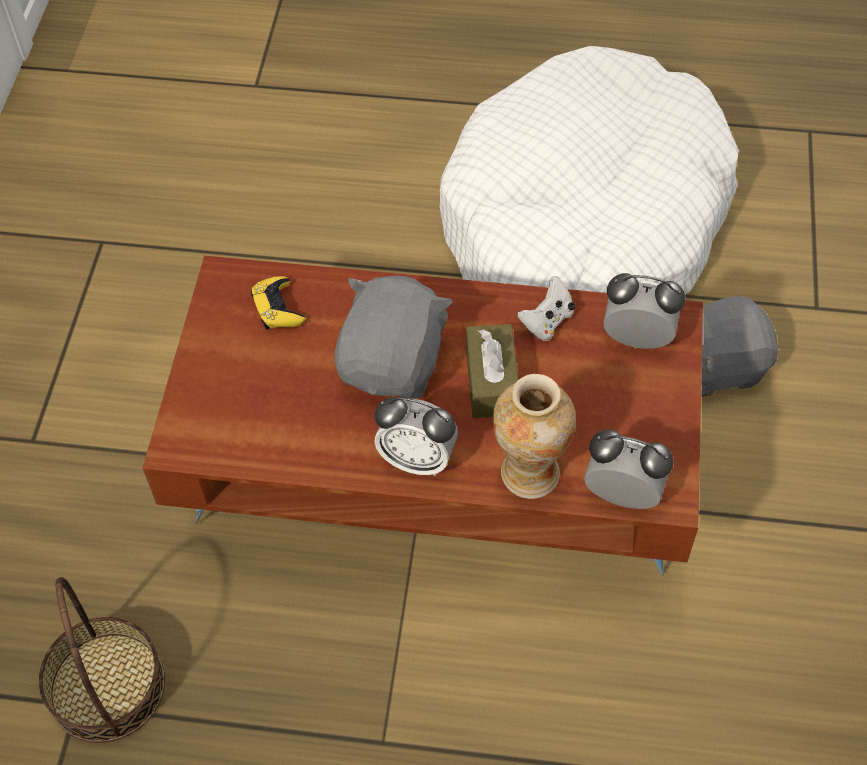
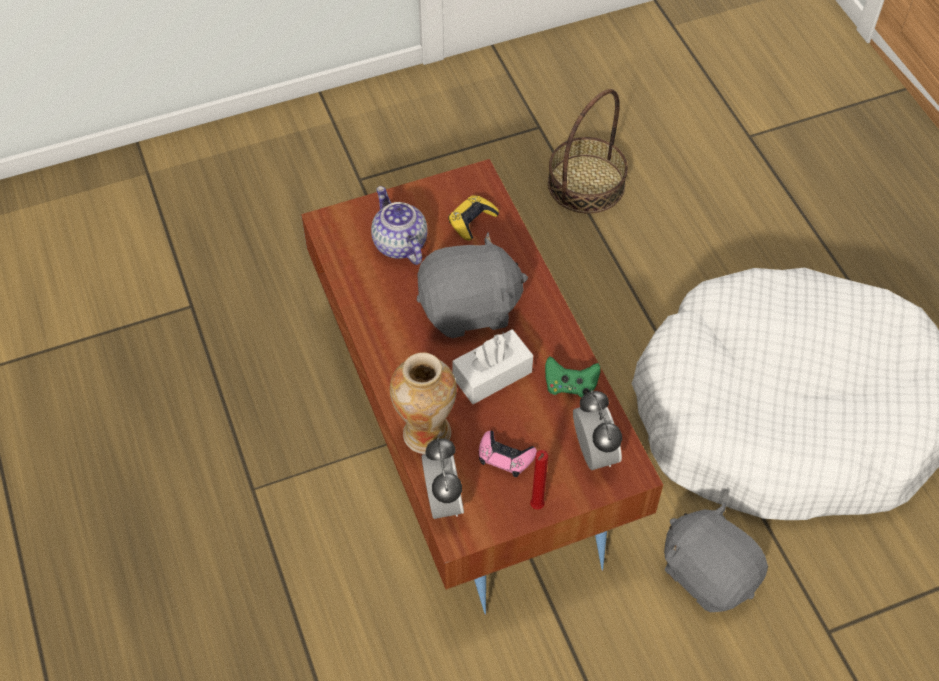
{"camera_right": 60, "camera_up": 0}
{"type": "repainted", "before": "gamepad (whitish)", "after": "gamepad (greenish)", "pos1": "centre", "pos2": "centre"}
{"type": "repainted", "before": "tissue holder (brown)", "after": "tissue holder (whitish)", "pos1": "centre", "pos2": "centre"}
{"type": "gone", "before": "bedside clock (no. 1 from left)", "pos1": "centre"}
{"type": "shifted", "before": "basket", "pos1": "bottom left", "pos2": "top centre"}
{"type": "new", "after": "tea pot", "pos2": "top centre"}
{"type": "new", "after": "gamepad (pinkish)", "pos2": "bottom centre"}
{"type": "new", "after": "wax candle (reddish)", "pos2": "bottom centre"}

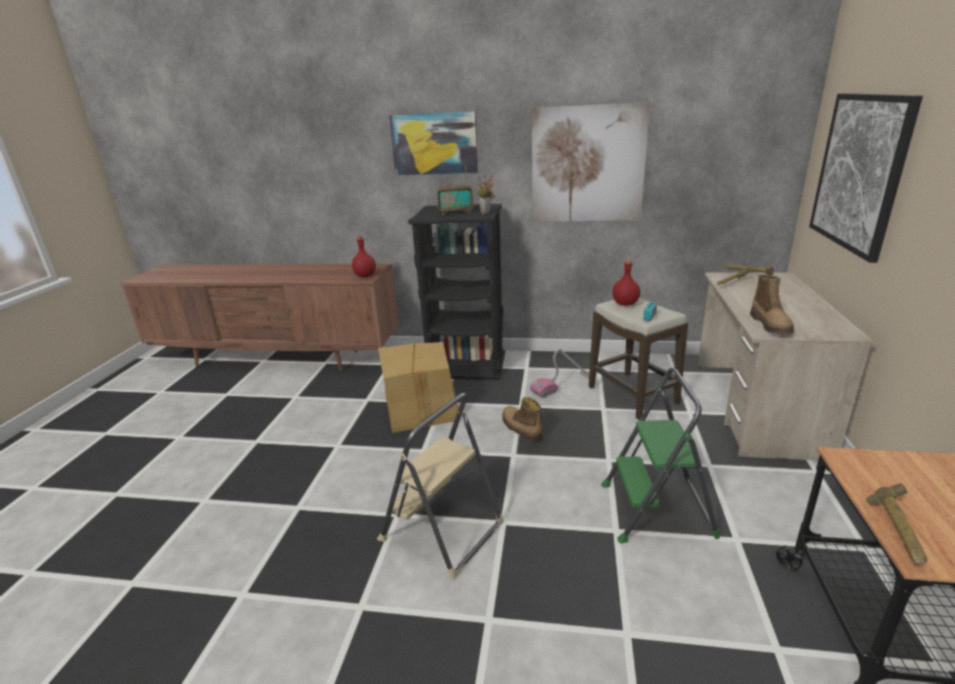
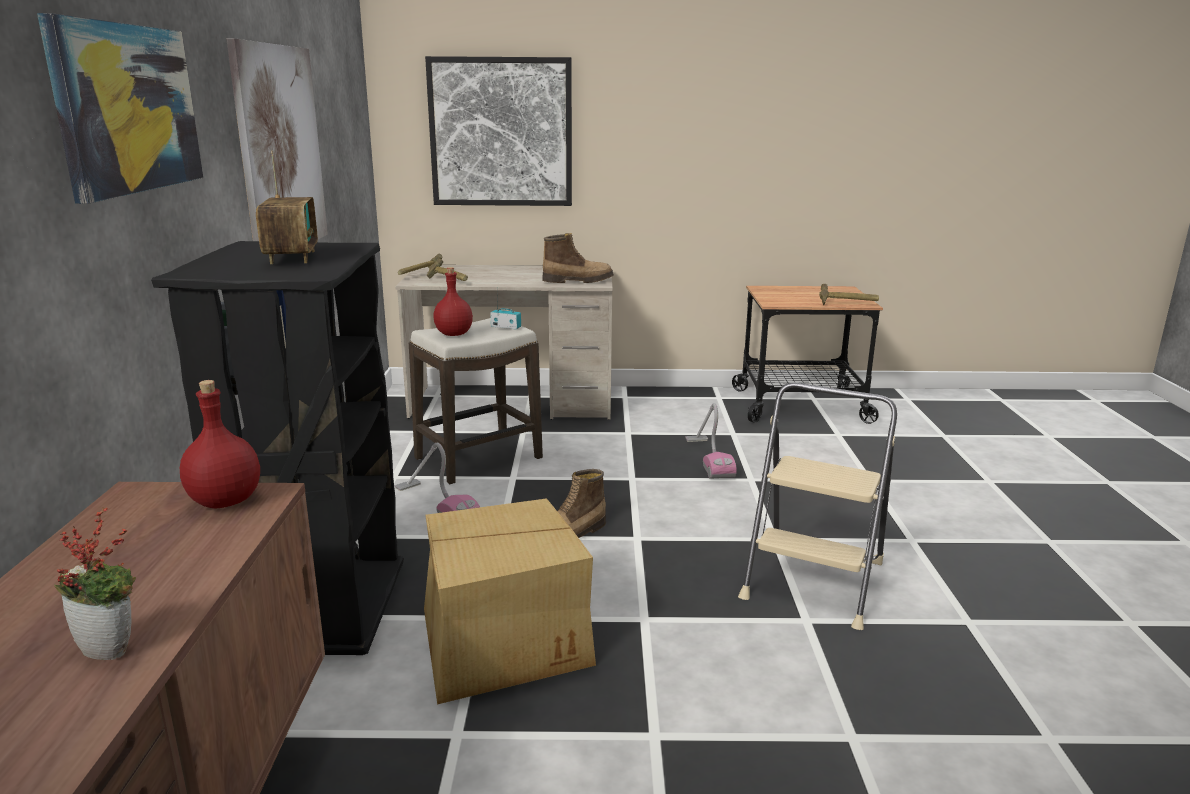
{"camera_right": -100, "camera_up": -5}
{"type": "shifted", "before": "plant in a pot", "pos1": "top centre", "pos2": "bottom left"}
{"type": "swapped", "before": "step stool (greenish)", "after": "vacuum cleaner (no. 2 from left)", "pos1": "middle right", "pos2": "centre"}

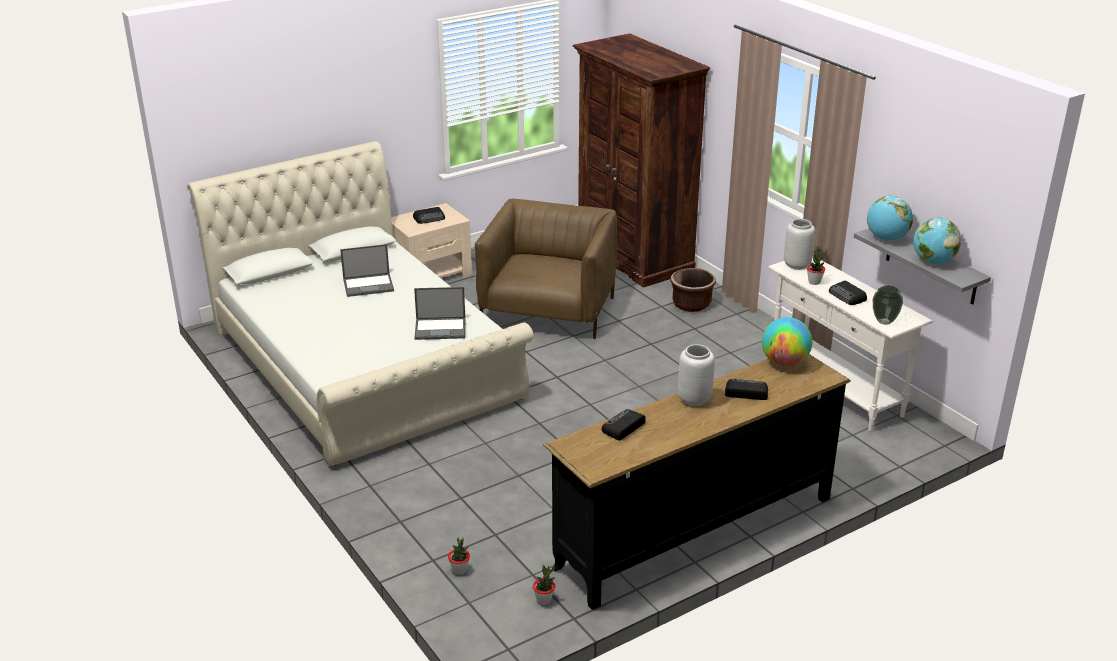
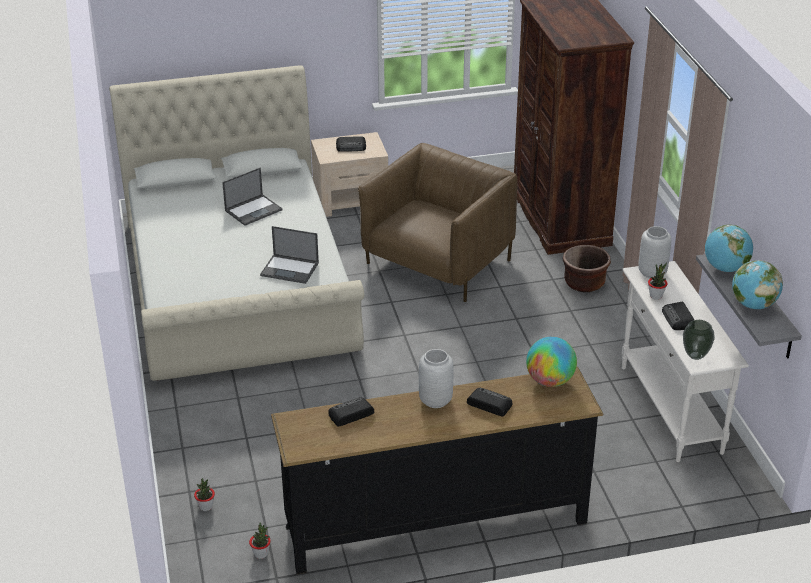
{"camera_right": 20, "camera_up": 5}
{"type": "rotated", "before": "portable computer (no. 1 from left)", "pos1": "middle left", "pos2": "middle left", "turn": -45}

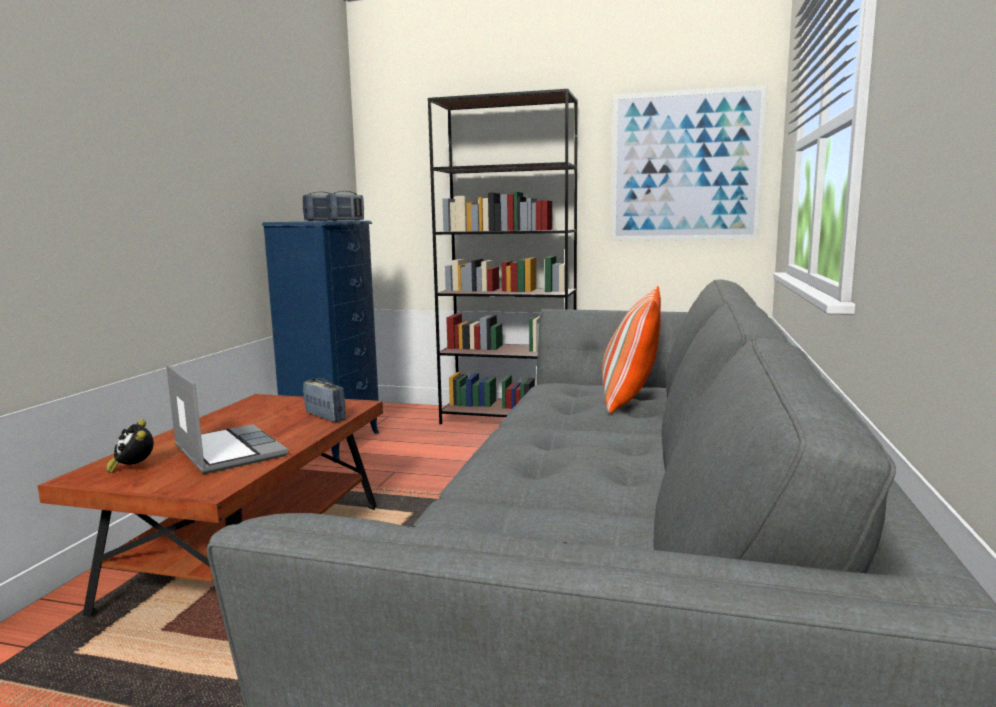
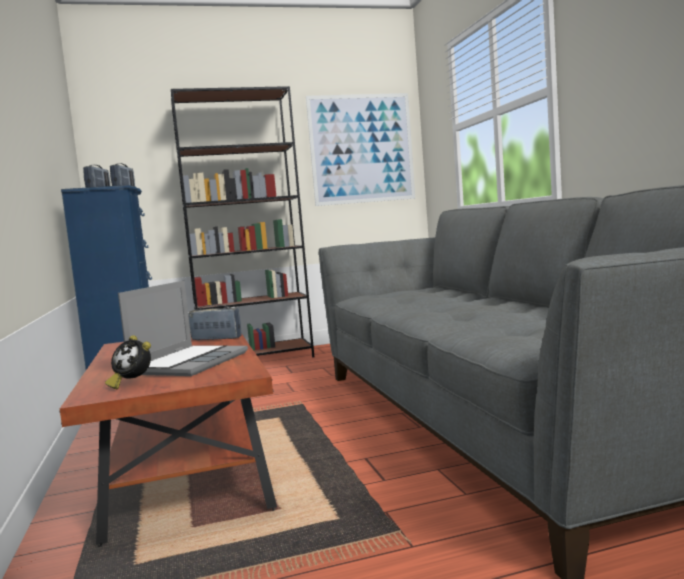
{"camera_right": -30, "camera_up": -5}
{"type": "gone", "before": "cushion", "pos1": "centre"}
{"type": "rotated", "before": "portable computer", "pos1": "middle left", "pos2": "middle left", "turn": 90}

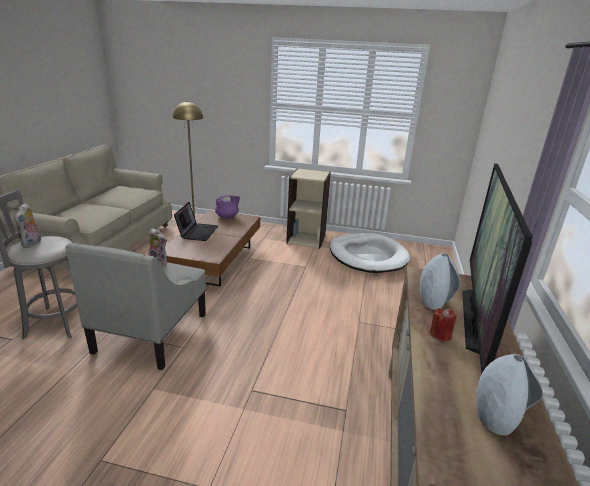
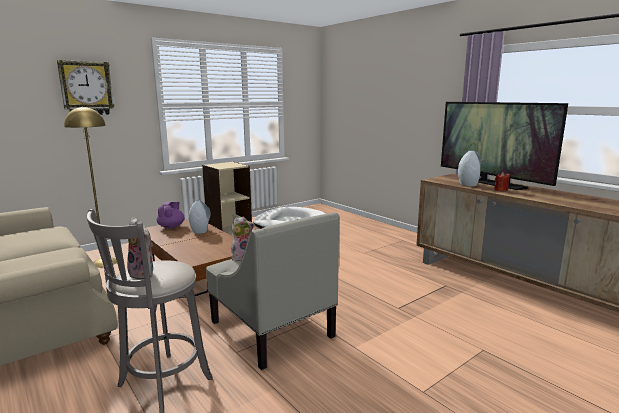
{"camera_right": -50, "camera_up": -10}
{"type": "gone", "before": "portable computer", "pos1": "middle left"}
{"type": "shifted", "before": "decorative vase (gray) (no. 2 from left in the first image)", "after": "decorative vase (gray) (no. 1 from left)", "pos1": "bottom right", "pos2": "middle left"}
{"type": "new", "after": "hanging clock", "pos2": "top left"}

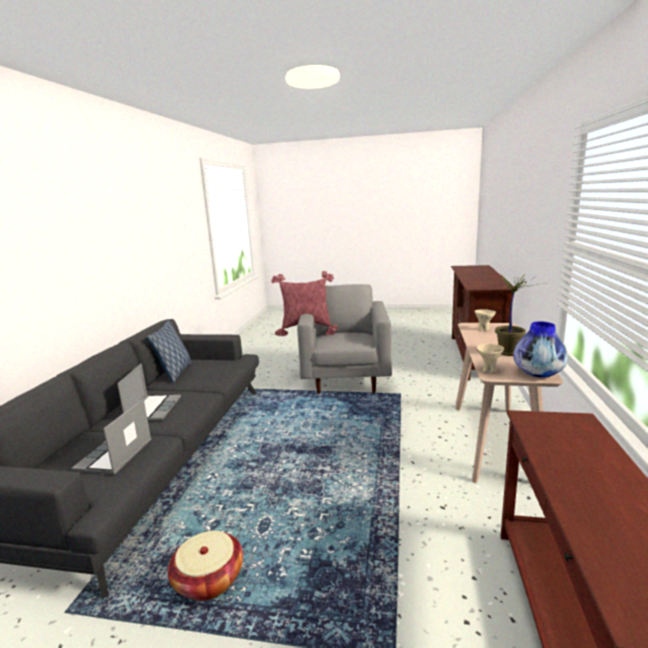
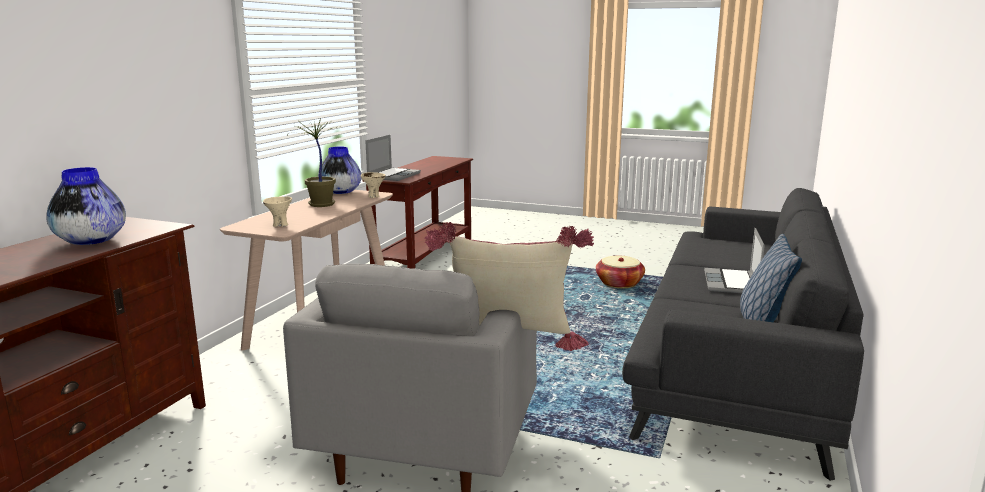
{"camera_right": -170, "camera_up": 0}
{"type": "shifted", "before": "portable computer (no. 1 from left)", "pos1": "bottom left", "pos2": "top centre"}
{"type": "new", "after": "decorative vase (no. 1 from left)", "pos2": "middle left"}

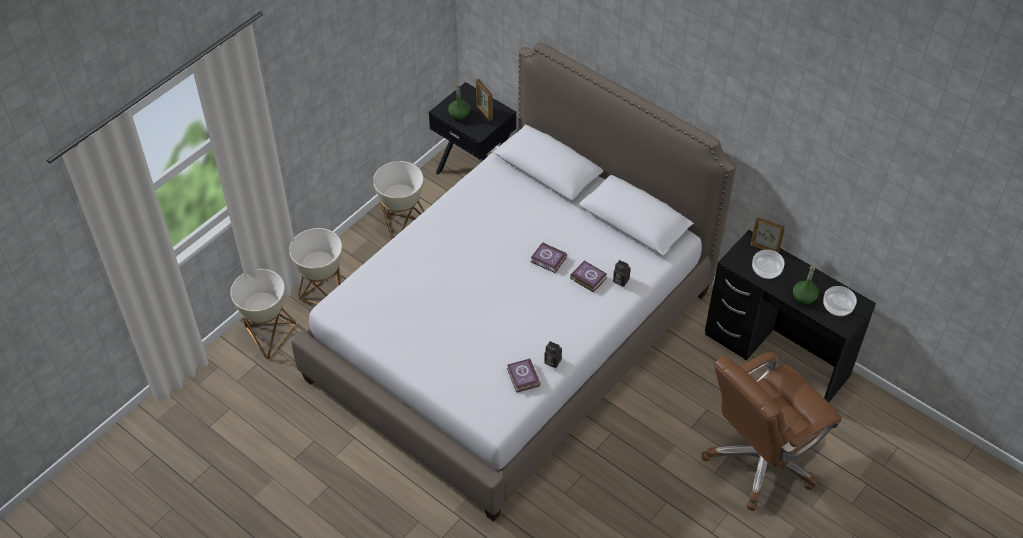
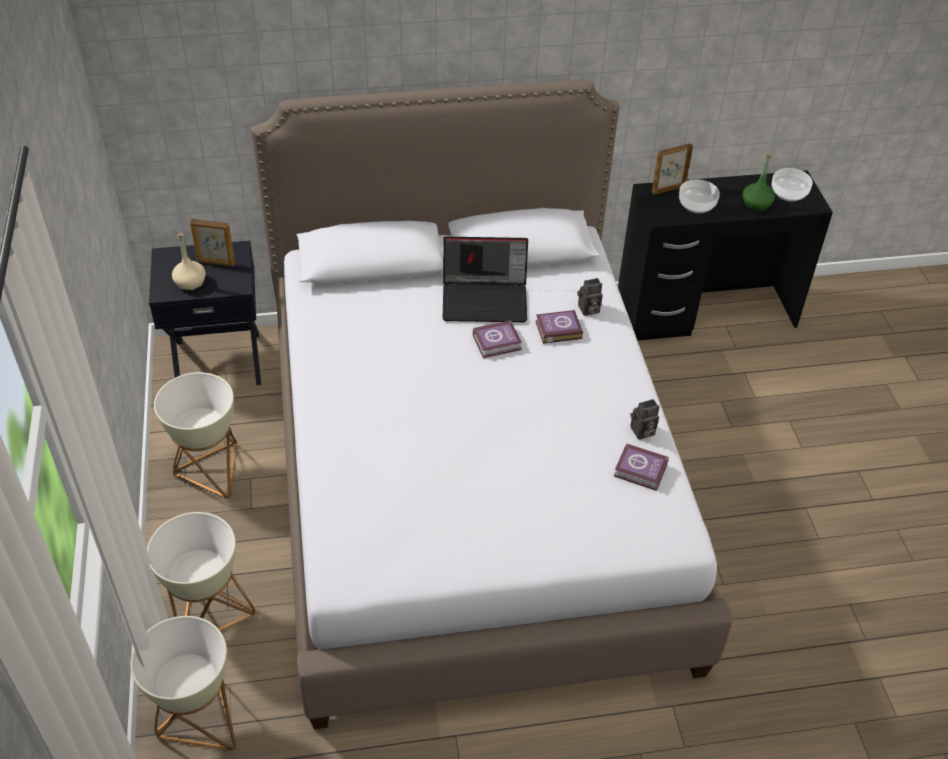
{"camera_right": -50, "camera_up": -5}
{"type": "repainted", "before": "bottle (greenish) (no. 1 from left)", "after": "bottle (beige-coloured)", "pos1": "top centre", "pos2": "middle left"}
{"type": "gone", "before": "computer chair (brown)", "pos1": "bottom right"}
{"type": "new", "after": "portable computer", "pos2": "centre"}

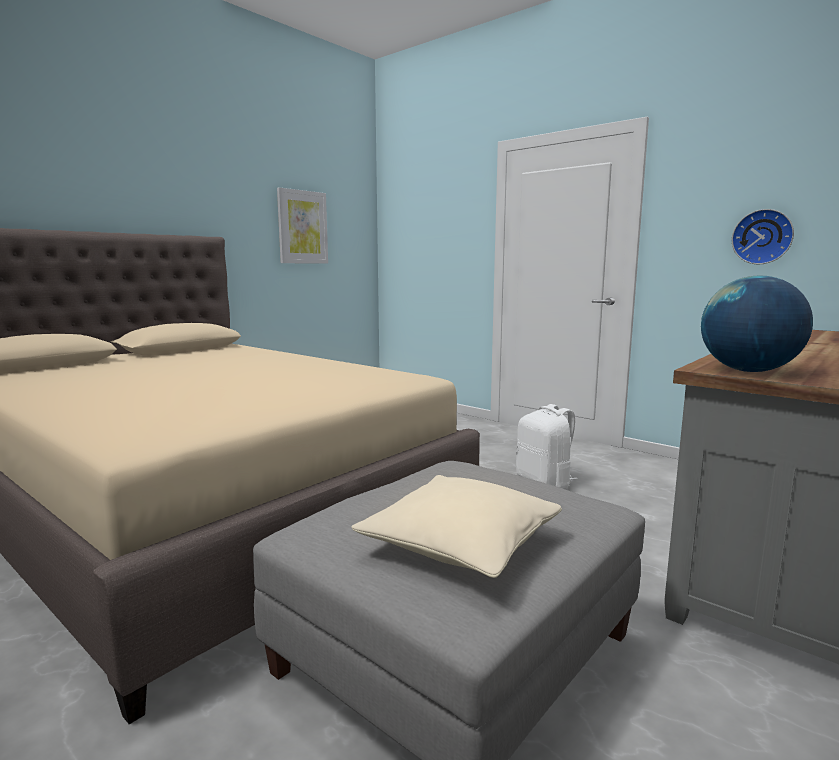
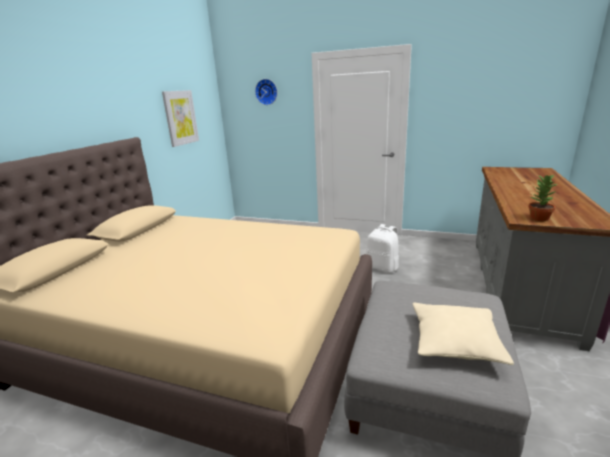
{"camera_right": -20, "camera_up": 10}
{"type": "shifted", "before": "hanging clock", "pos1": "top right", "pos2": "top centre"}
{"type": "swapped", "before": "world globe", "after": "plant in a pot", "pos1": "middle right", "pos2": "middle right"}

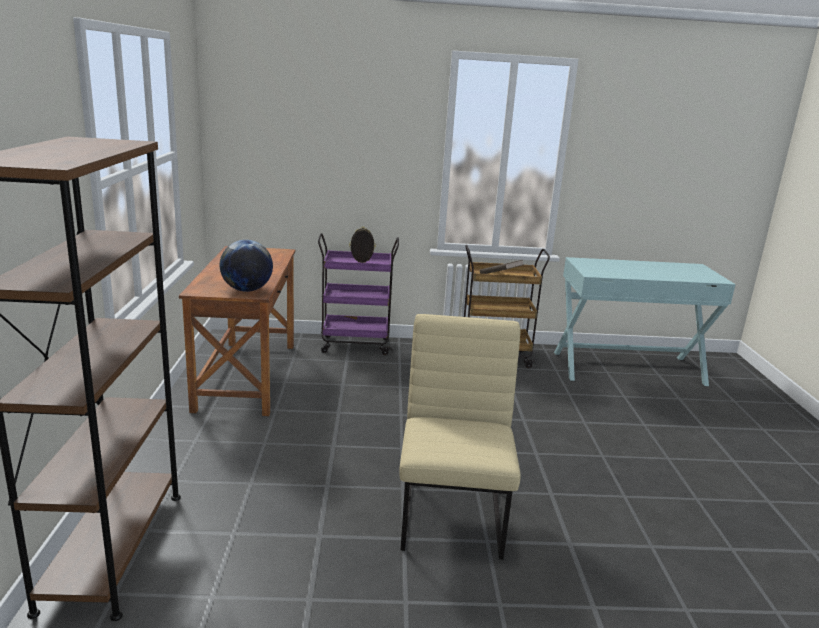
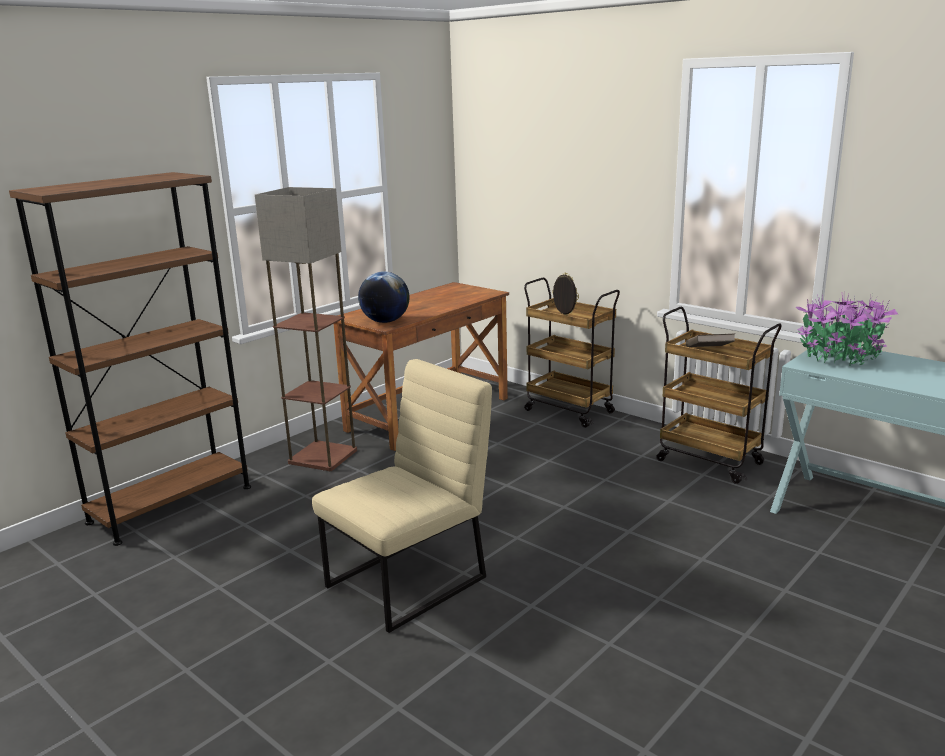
{"camera_right": 45, "camera_up": 0}
{"type": "repainted", "before": "wheeled cart (purple)", "after": "wheeled cart (brown) (no. 1 from left)", "pos1": "centre", "pos2": "centre"}
{"type": "new", "after": "standard lamp", "pos2": "middle left"}
{"type": "new", "after": "plant in a pot", "pos2": "middle right"}

